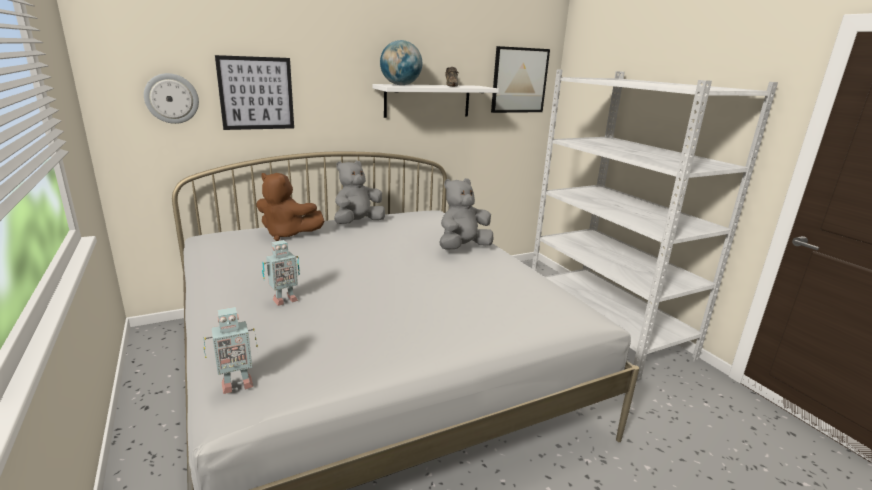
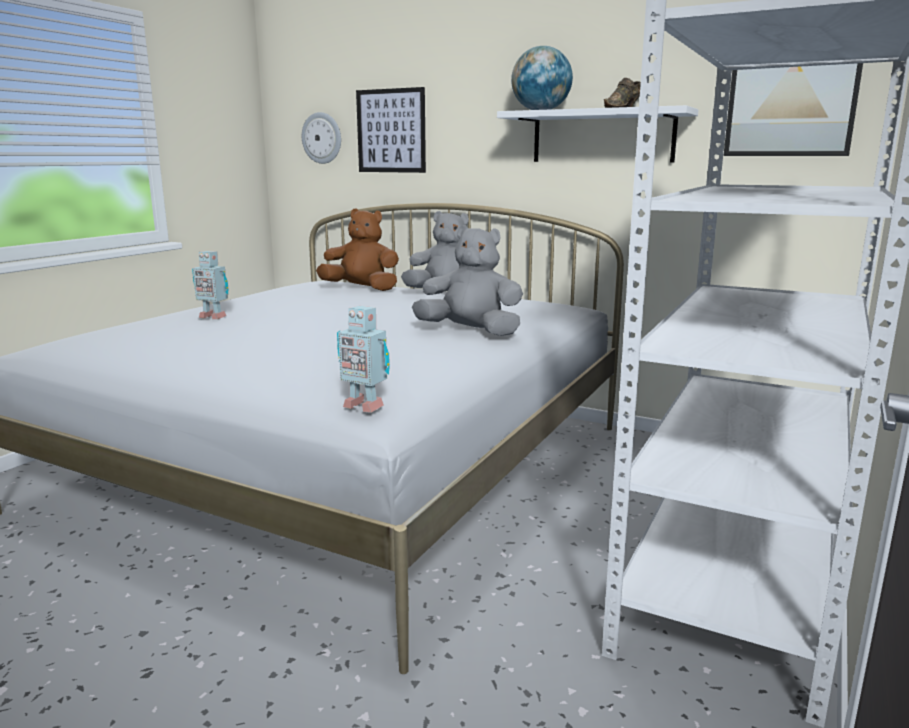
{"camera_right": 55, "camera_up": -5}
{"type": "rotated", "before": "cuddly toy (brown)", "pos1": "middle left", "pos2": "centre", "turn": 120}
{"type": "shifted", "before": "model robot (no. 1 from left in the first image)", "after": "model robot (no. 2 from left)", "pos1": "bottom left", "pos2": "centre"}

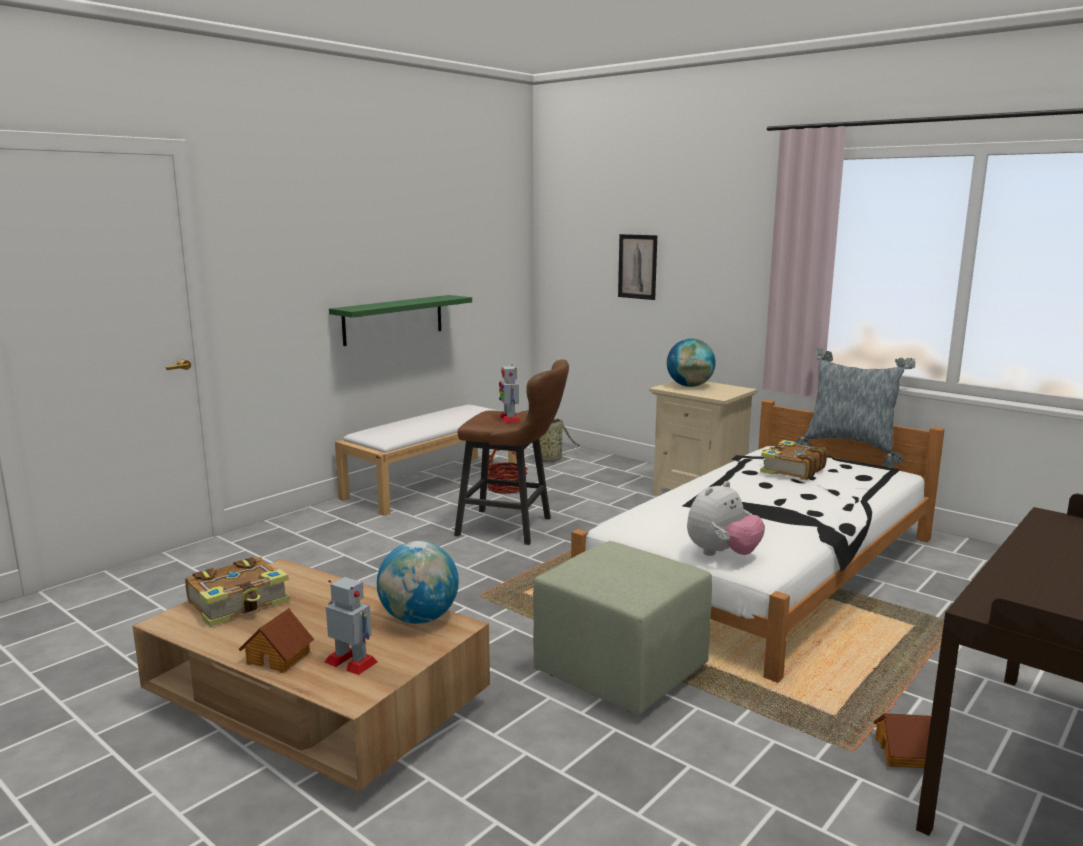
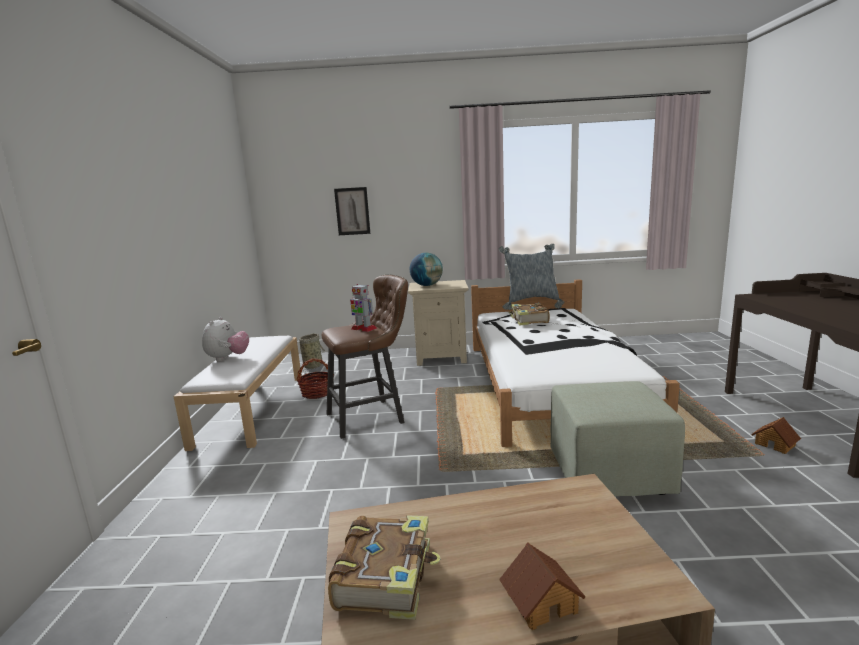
{"camera_right": -40, "camera_up": 0}
{"type": "gone", "before": "bracket shelf (greenish)", "pos1": "centre"}
{"type": "shifted", "before": "cuddly toy", "pos1": "middle right", "pos2": "middle left"}
{"type": "gone", "before": "world globe (no. 1 from left)", "pos1": "bottom centre"}
{"type": "gone", "before": "model robot (no. 1 from left)", "pos1": "bottom left"}

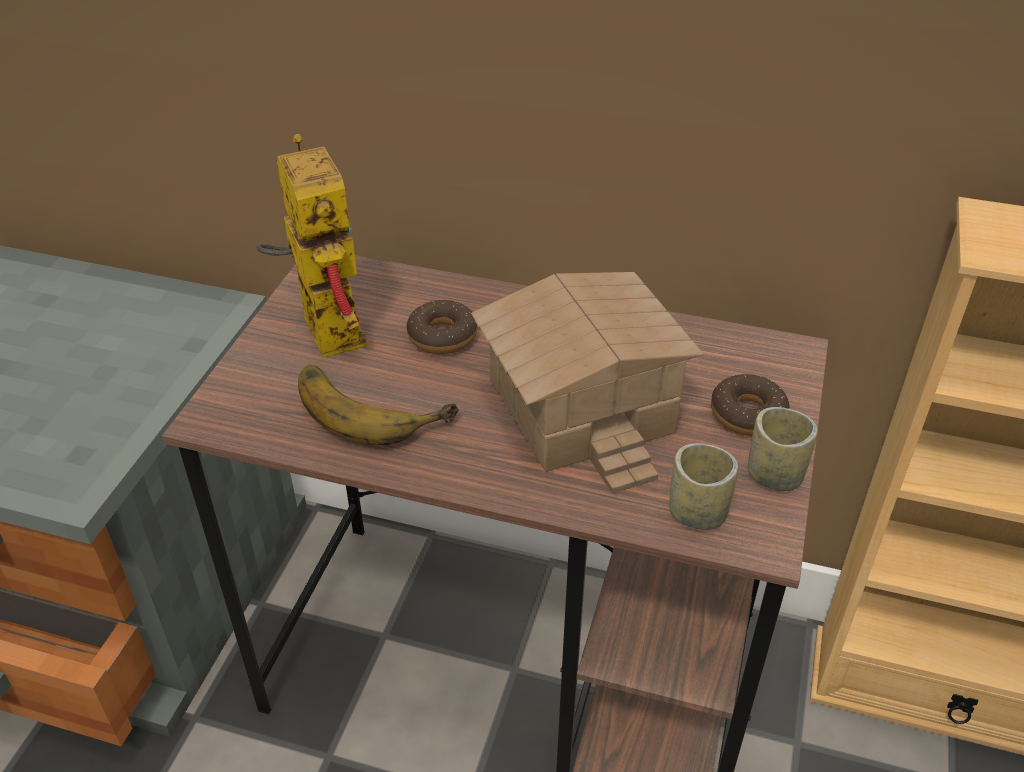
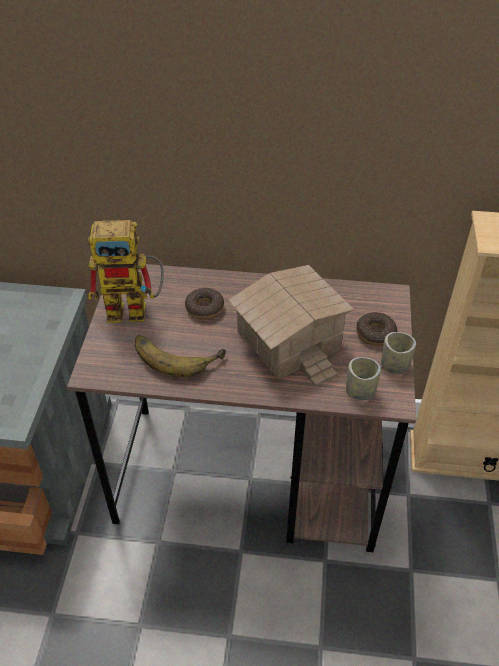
{"camera_right": -10, "camera_up": 5}
{"type": "rotated", "before": "model robot", "pos1": "top left", "pos2": "middle left", "turn": 120}

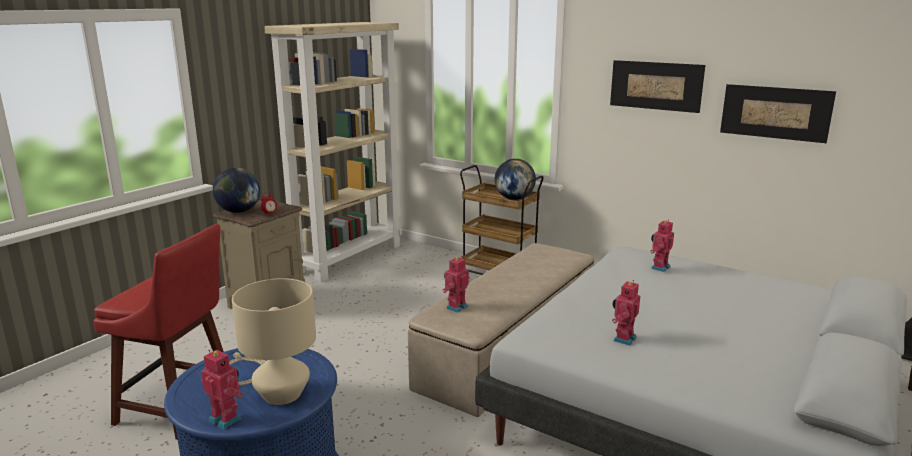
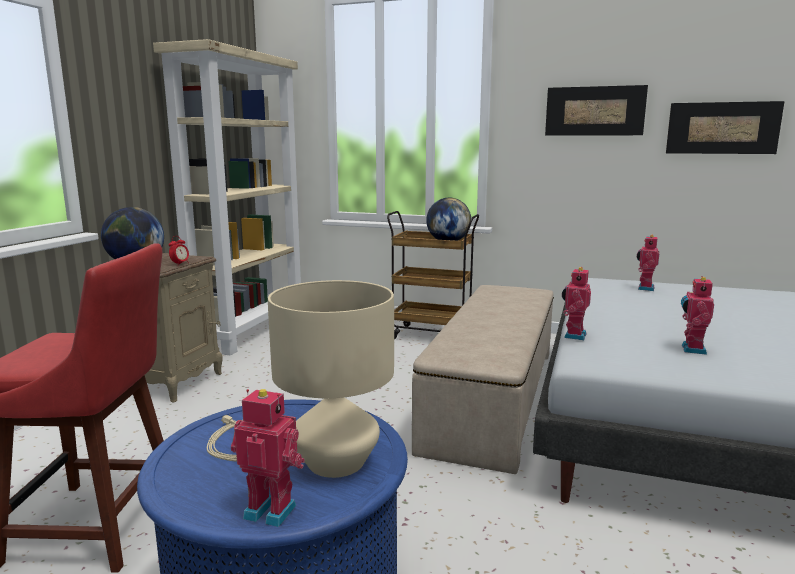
{"camera_right": -15, "camera_up": -5}
{"type": "shifted", "before": "model robot (no. 2 from left)", "pos1": "centre", "pos2": "middle right"}

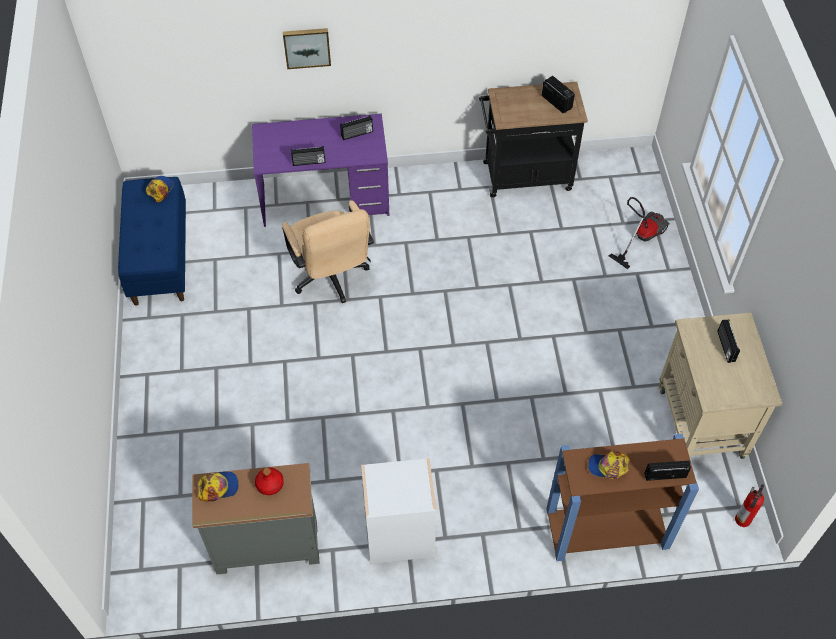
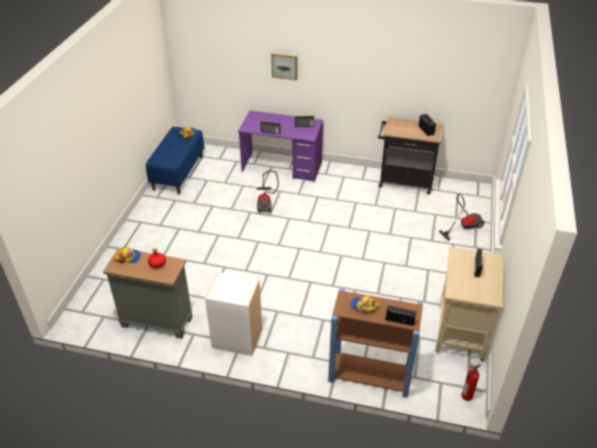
{"camera_right": 20, "camera_up": -15}
{"type": "swapped", "before": "computer chair (beige-coloured)", "after": "vacuum cleaner (no. 1 from left)", "pos1": "centre", "pos2": "centre"}

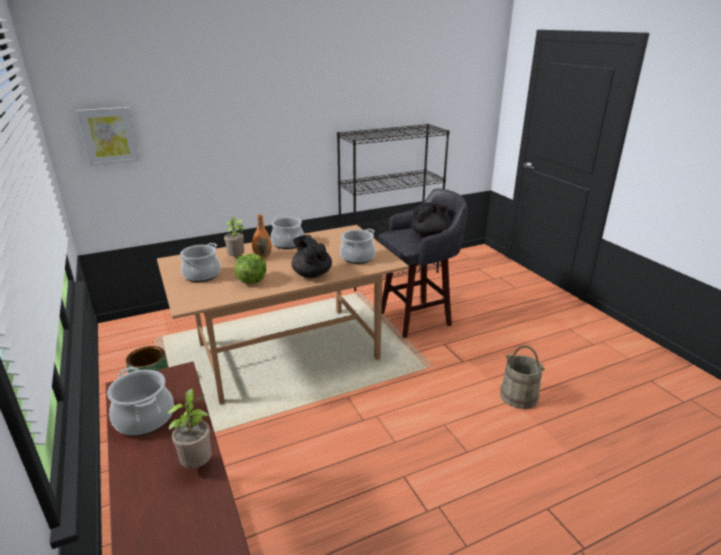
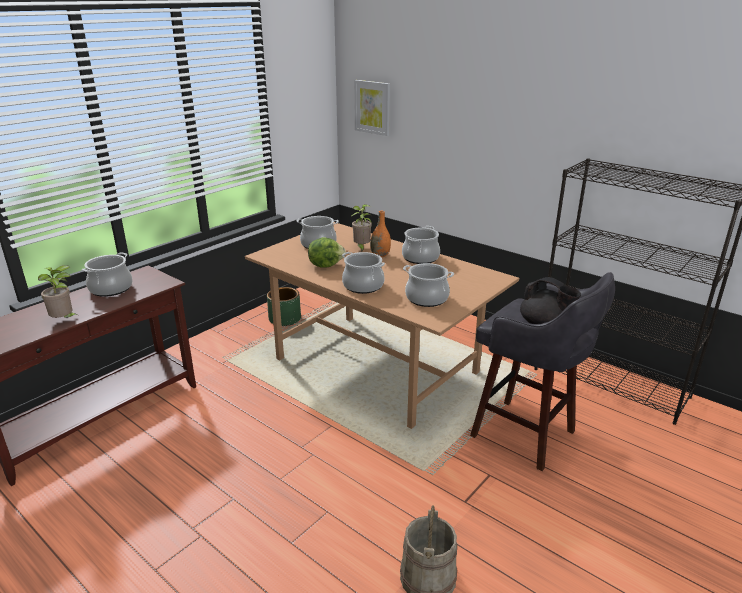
{"camera_right": 65, "camera_up": 0}
{"type": "swapped", "before": "tea pot (black-coloured) (no. 1 from left)", "after": "cooking pot (no. 3 from left)", "pos1": "centre", "pos2": "centre"}

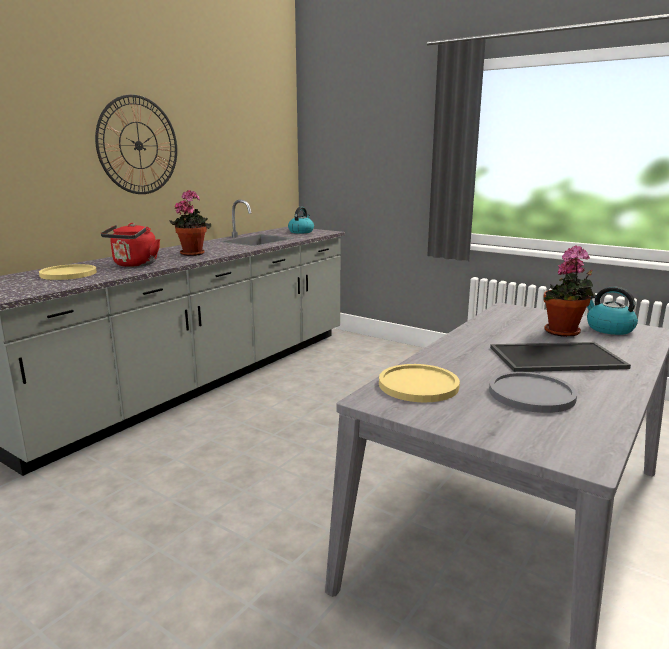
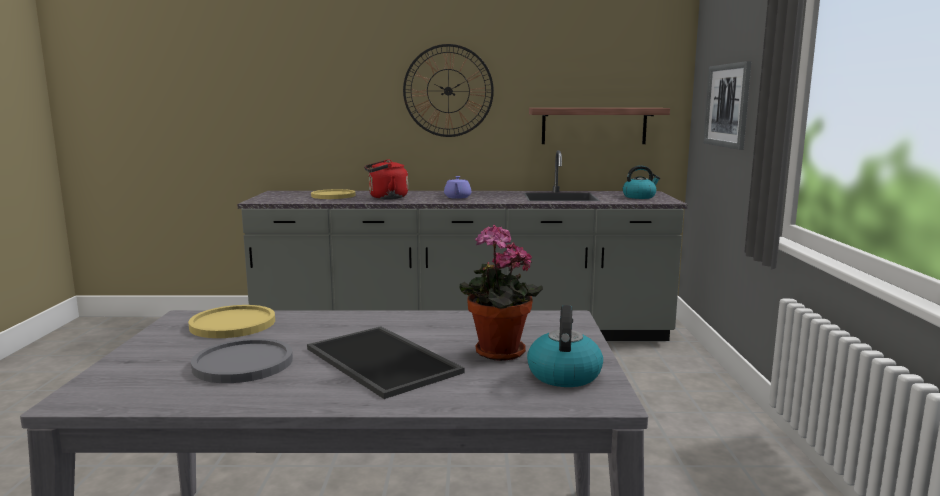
{"camera_right": 55, "camera_up": -5}
{"type": "swapped", "before": "plant in a pot (no. 1 from left)", "after": "tea pot (purple)", "pos1": "middle left", "pos2": "centre"}
{"type": "new", "after": "picture", "pos2": "top right"}
{"type": "new", "after": "bracket shelf", "pos2": "top centre"}

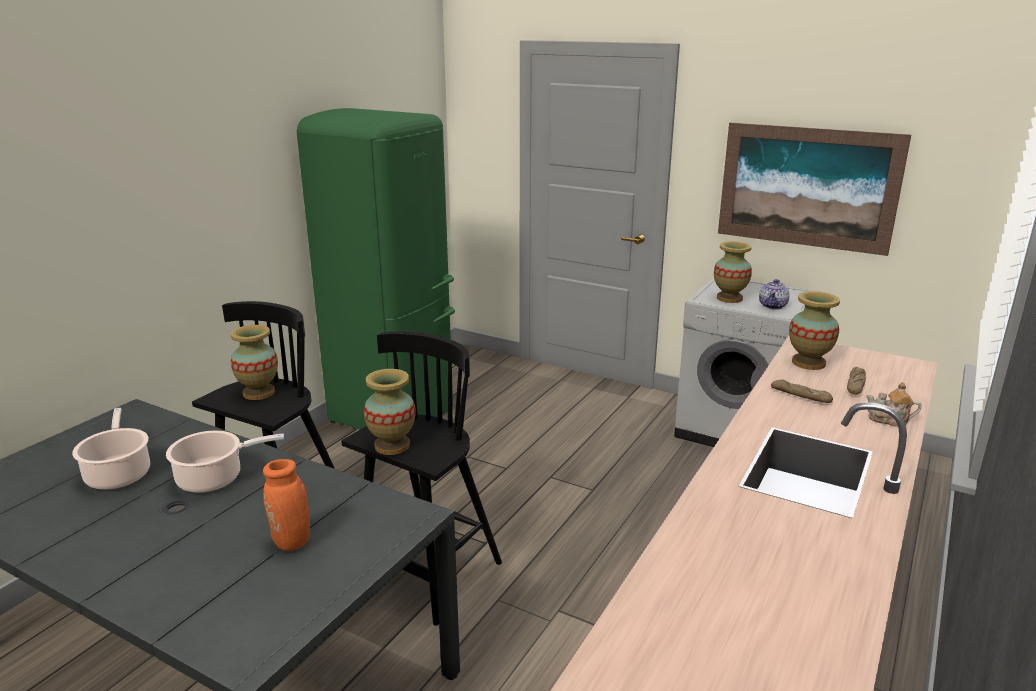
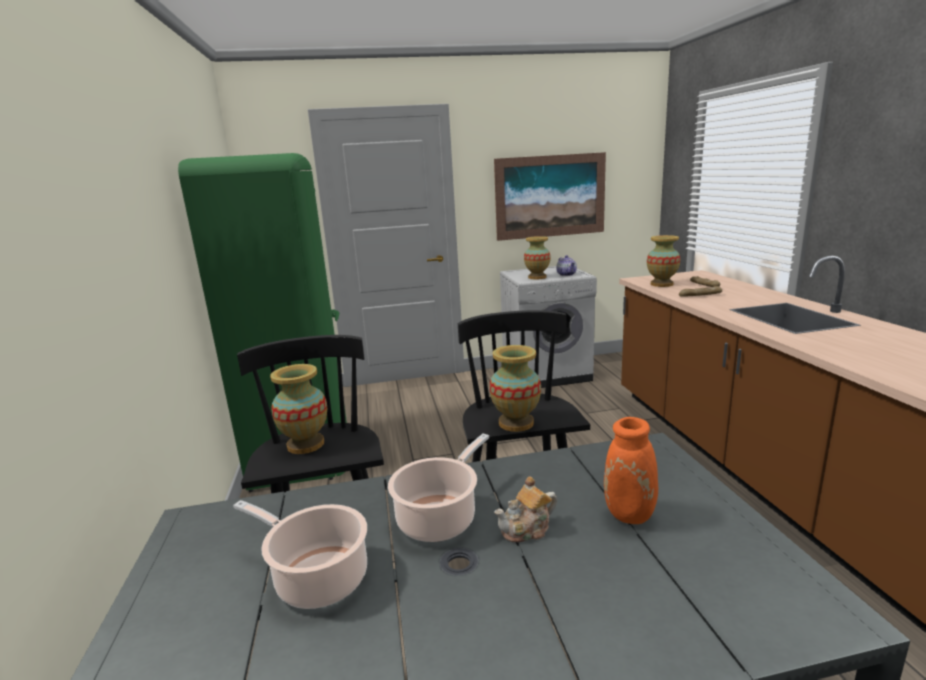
{"camera_right": -40, "camera_up": -5}
{"type": "shifted", "before": "tea pot (no. 2 from left in the first image)", "after": "tea pot (no. 1 from left)", "pos1": "middle right", "pos2": "bottom centre"}

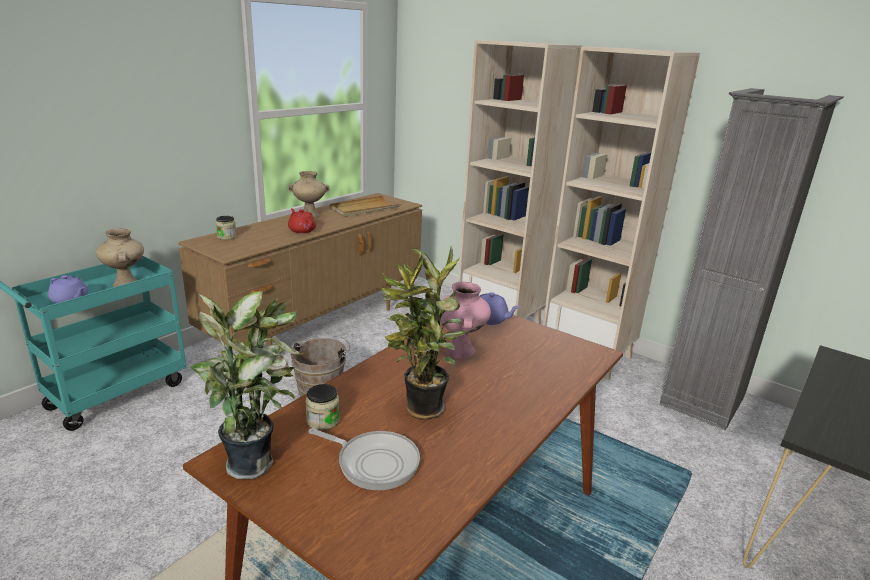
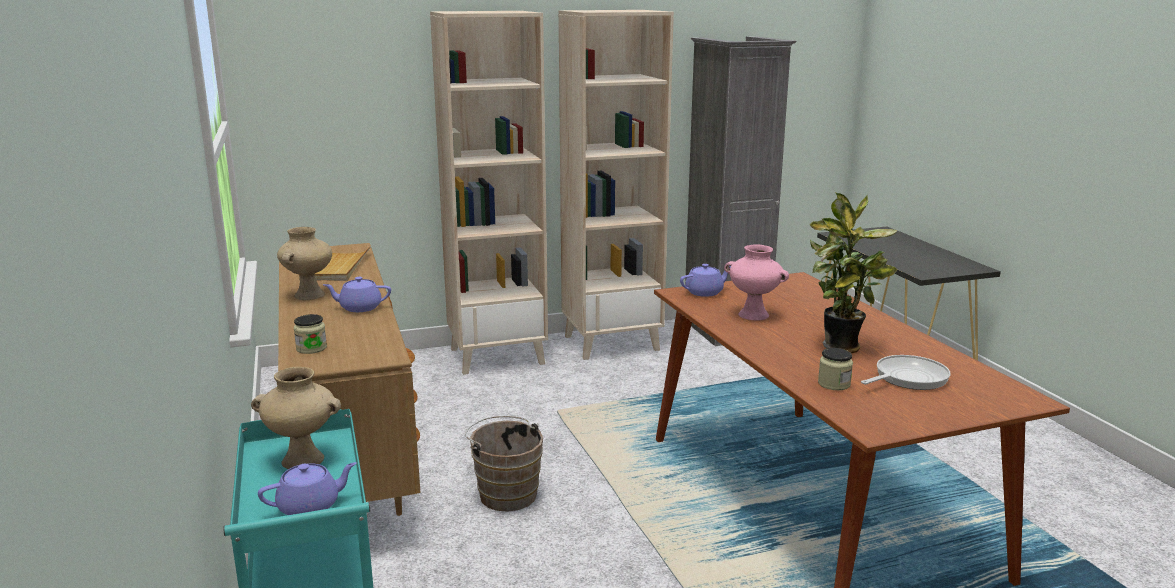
{"camera_right": -55, "camera_up": -5}
{"type": "repainted", "before": "tea pot (reddish)", "after": "tea pot (purple) (no. 2 from left)", "pos1": "centre", "pos2": "middle left"}
{"type": "gone", "before": "plant in a pot (no. 1 from left)", "pos1": "middle left"}

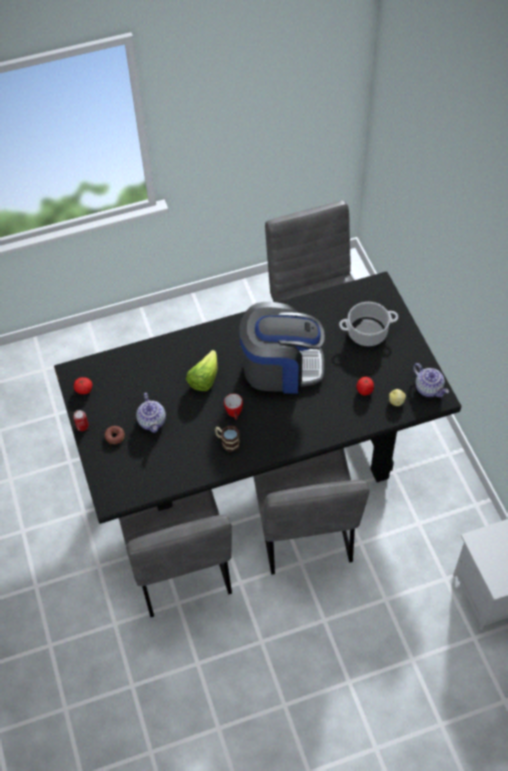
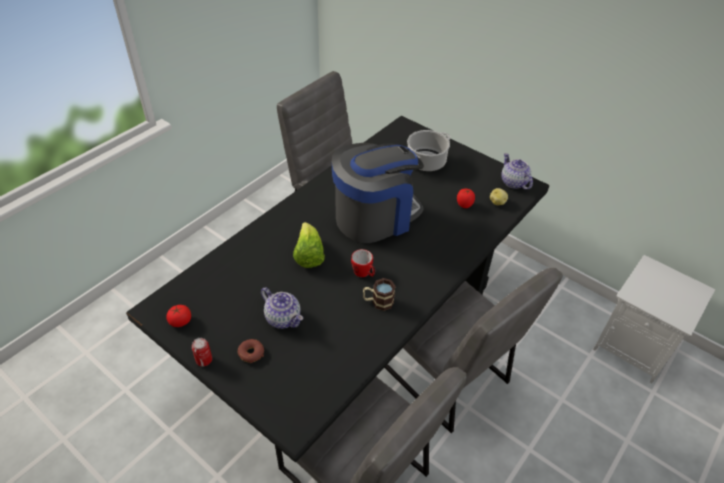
{"camera_right": -35, "camera_up": -10}
{"type": "rotated", "before": "tea pot (no. 2 from left)", "pos1": "middle right", "pos2": "middle right", "turn": -135}

